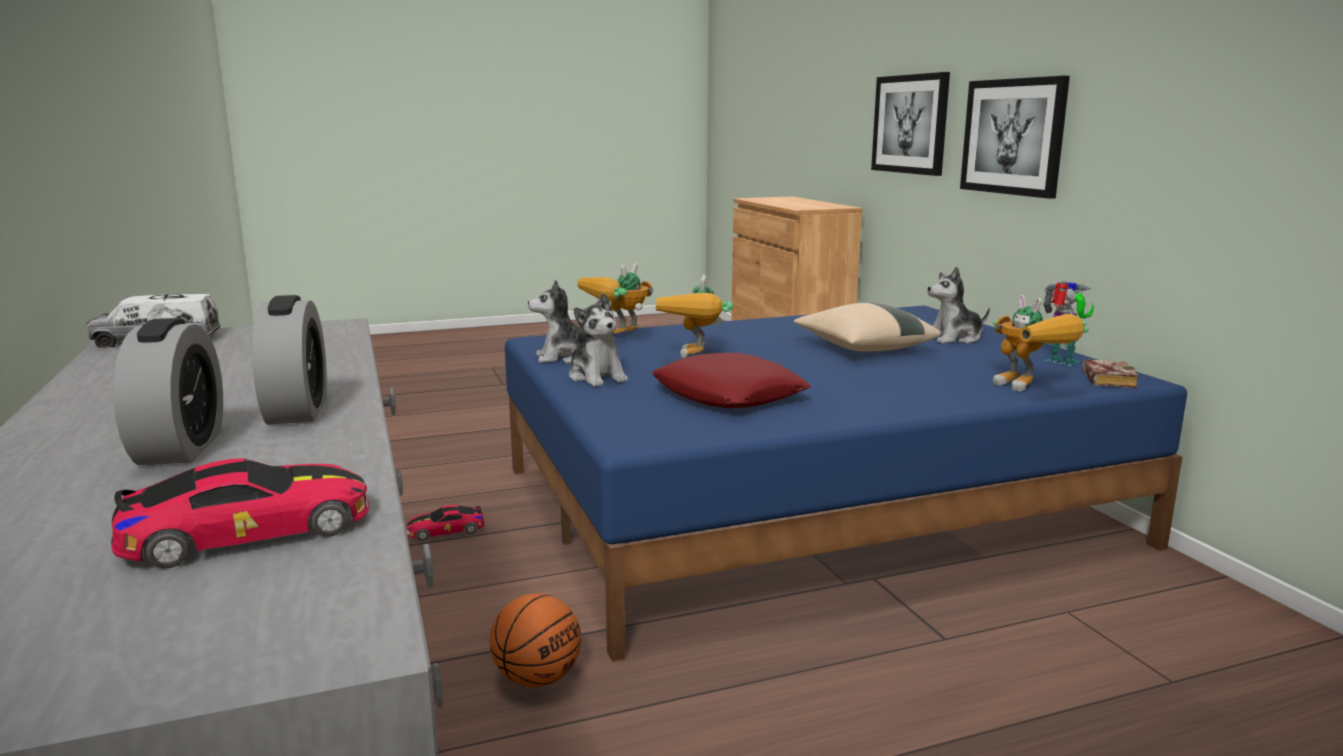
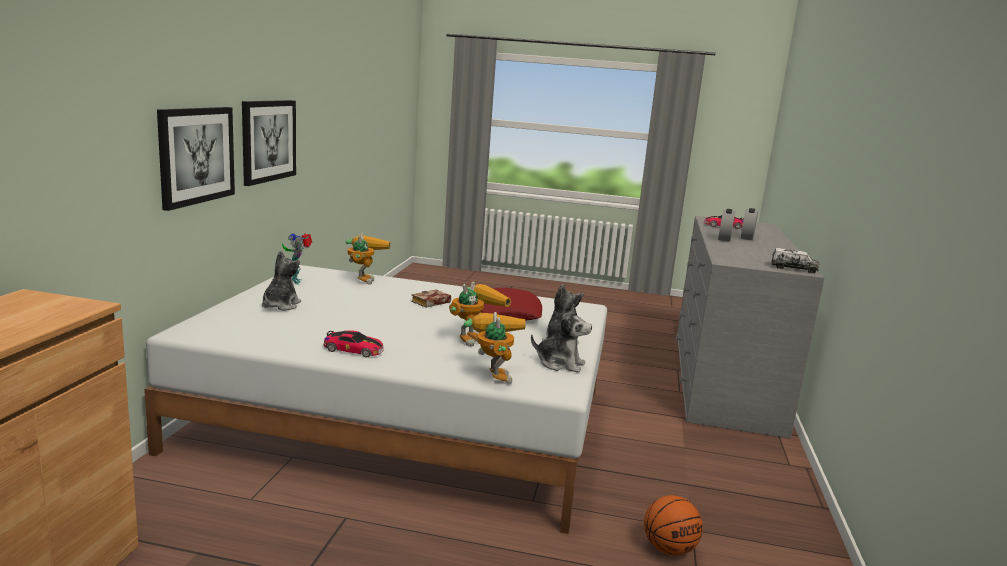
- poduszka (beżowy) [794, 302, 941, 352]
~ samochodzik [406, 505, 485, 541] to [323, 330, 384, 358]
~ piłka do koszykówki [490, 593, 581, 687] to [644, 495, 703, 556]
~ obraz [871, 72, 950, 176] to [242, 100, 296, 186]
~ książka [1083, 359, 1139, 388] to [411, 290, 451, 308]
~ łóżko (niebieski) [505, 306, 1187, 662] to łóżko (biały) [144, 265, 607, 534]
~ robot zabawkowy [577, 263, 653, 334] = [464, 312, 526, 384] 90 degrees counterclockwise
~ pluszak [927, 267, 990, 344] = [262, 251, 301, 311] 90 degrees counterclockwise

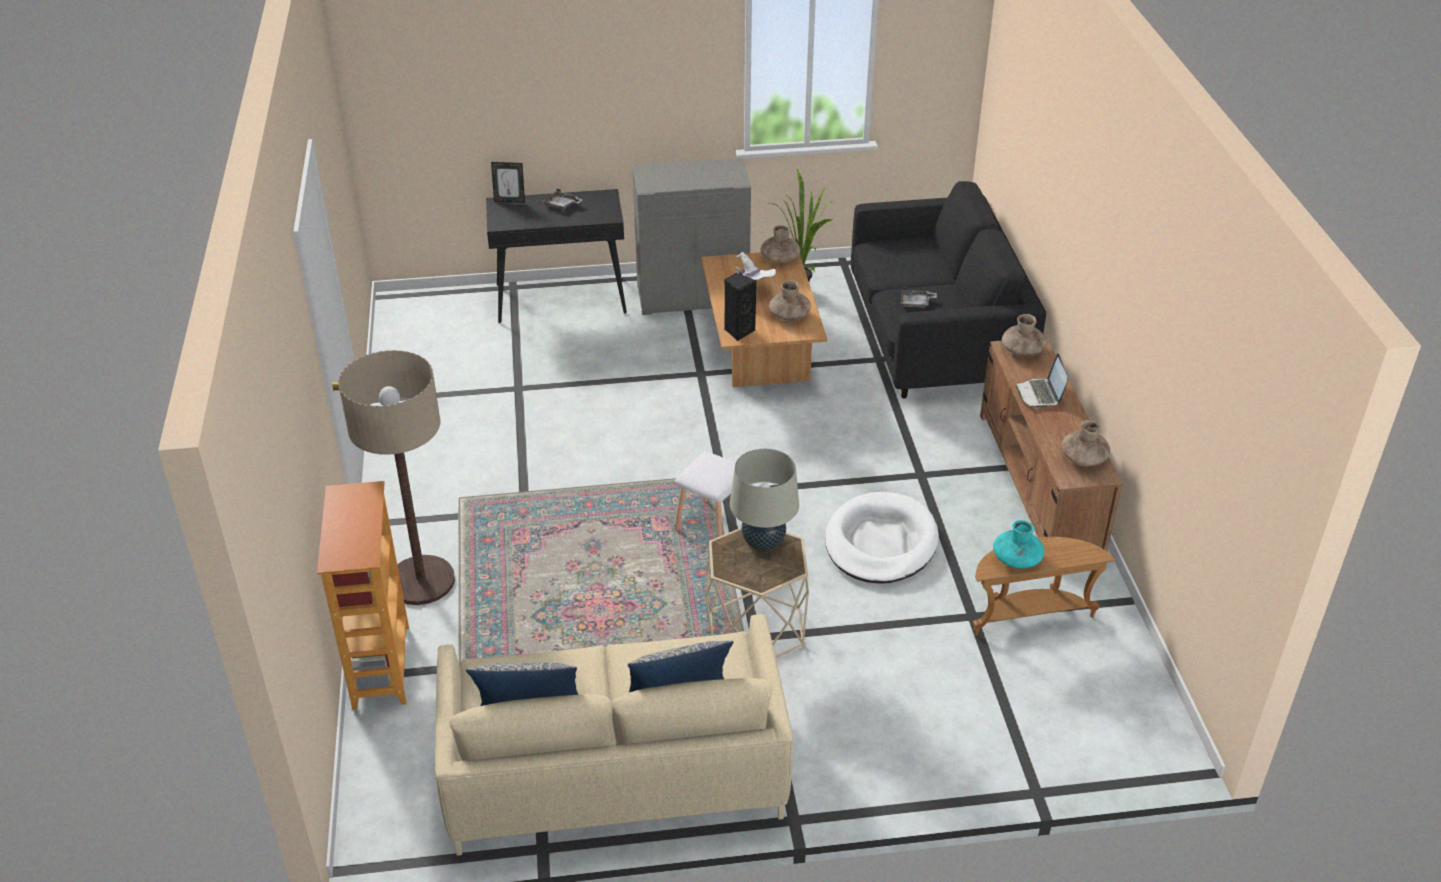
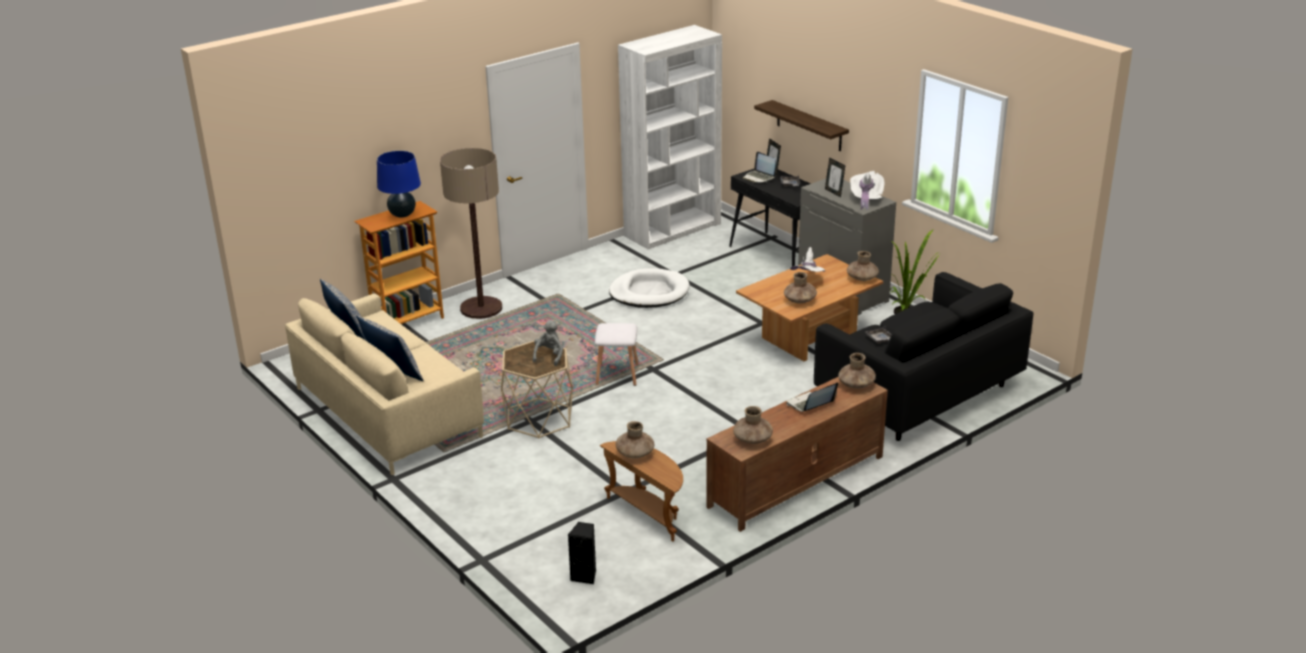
+ lampa stołowa (niebieski) [377, 150, 421, 218]
+ regał (biały) [618, 25, 722, 249]
+ laptop [742, 151, 776, 183]
+ półka [754, 100, 849, 151]
+ ramka na zdjęcie [825, 158, 846, 197]
+ kapelusz (biały) [850, 171, 884, 210]
~ głośnik (czarny) [724, 273, 757, 341] to [568, 522, 596, 584]
~ legowisko (biały) [825, 492, 939, 584] to [609, 268, 690, 308]
~ lampa stołowa (beżowy) [730, 449, 799, 551] to pluszak (szary) [532, 320, 563, 366]
~ wazon (turkusowy) [993, 520, 1044, 568] to wazon (brązowy) [616, 421, 654, 459]

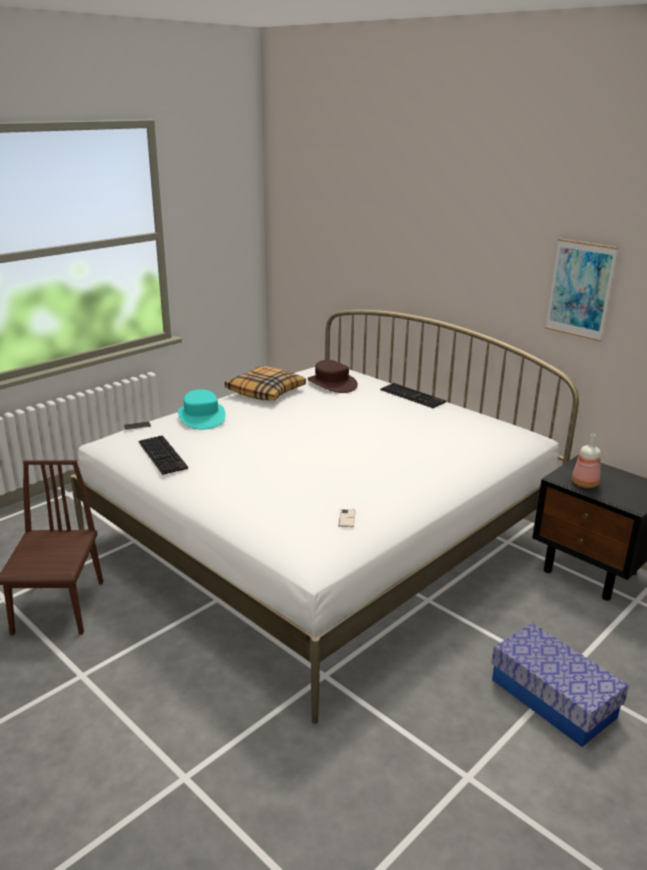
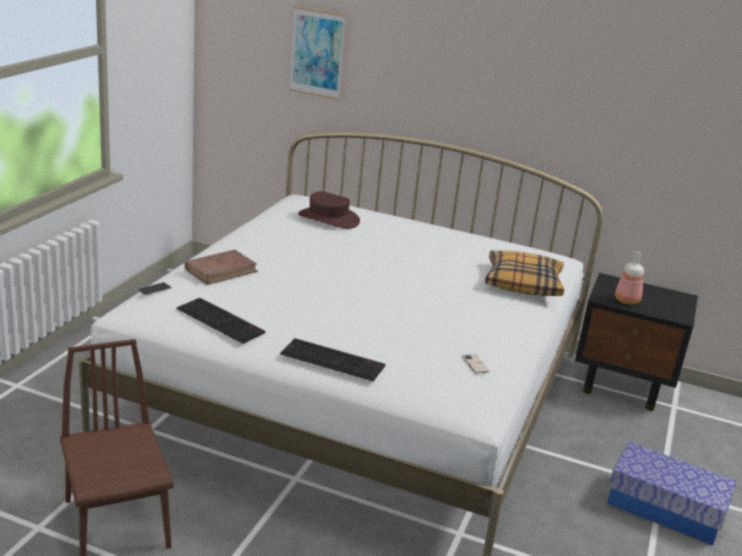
~ poduszka [225, 366, 306, 401] to [485, 250, 564, 296]
~ klawiatura [380, 383, 446, 408] to [280, 338, 385, 381]
~ obraz [545, 238, 618, 341] to [290, 6, 346, 100]
~ kapelusz (turkusowy) [178, 389, 226, 430] to książka (brązowy) [184, 250, 258, 285]

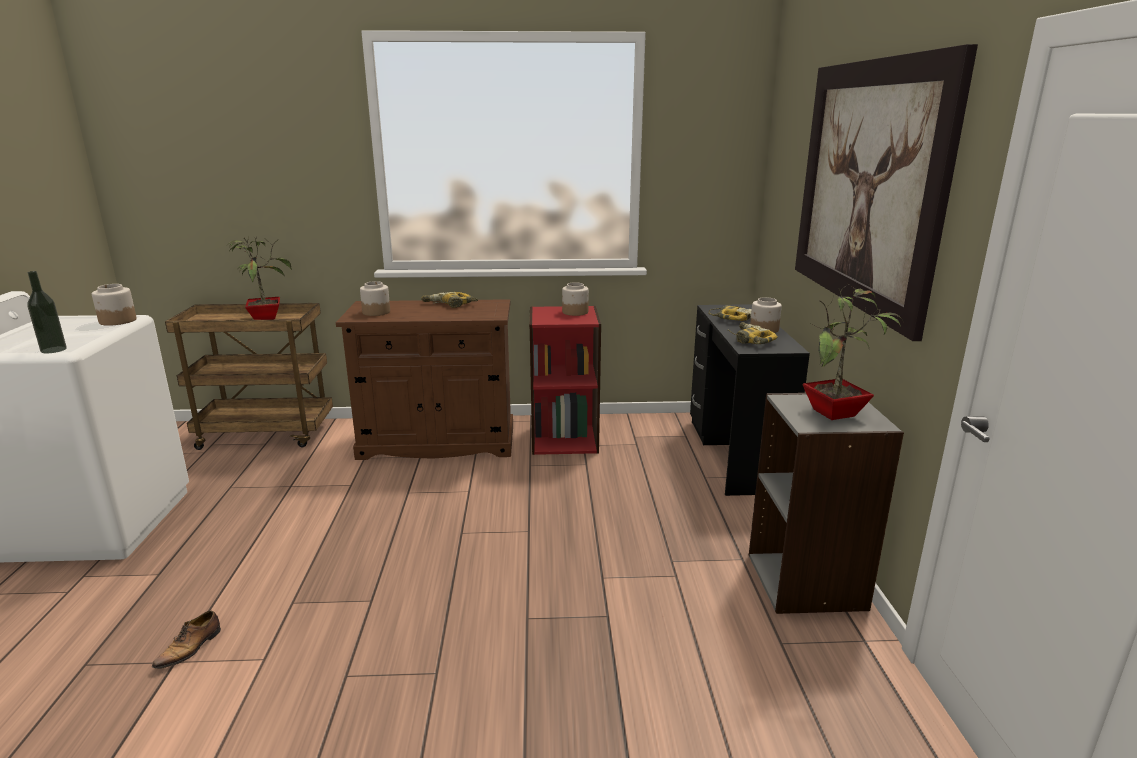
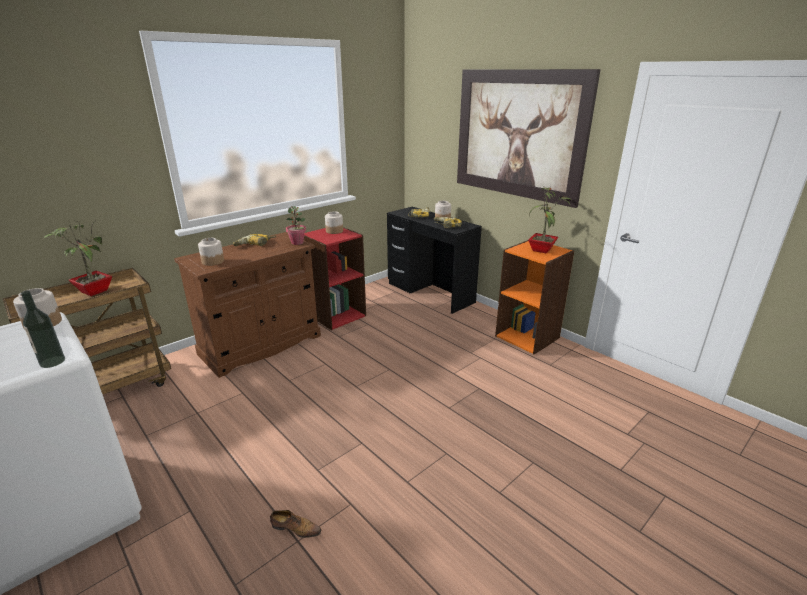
+ roślina doniczkowa [286, 206, 306, 245]
~ regał (szary) [749, 393, 904, 614] to regał (pomarańczowy) [495, 240, 574, 355]
~ but [152, 611, 221, 669] = [270, 510, 321, 538] 60 degrees counterclockwise

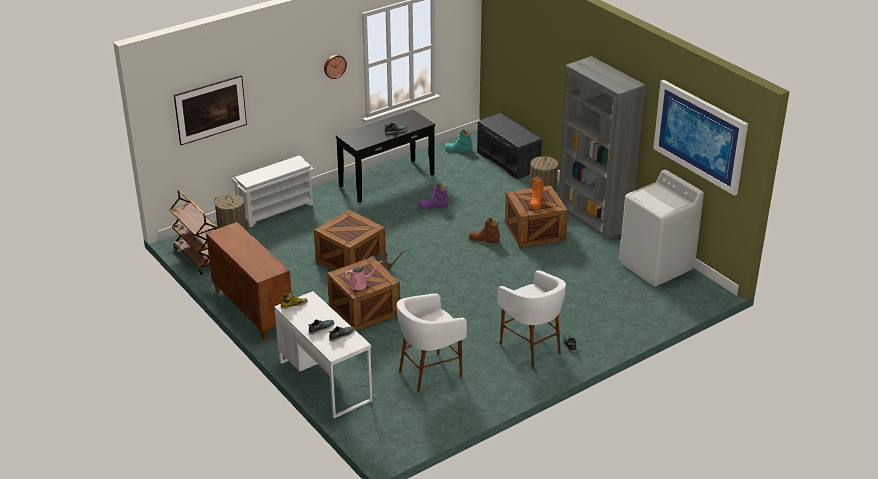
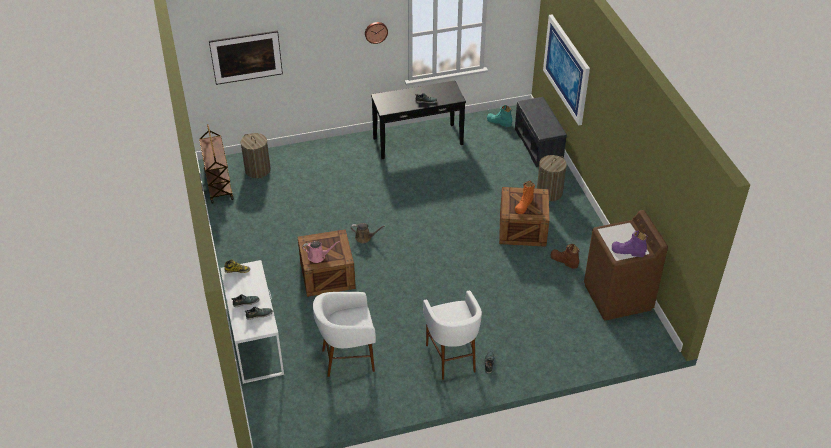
- szafka (brązowy) [206, 222, 292, 340]
- regał na buty (biały) [232, 155, 314, 227]
- skrzynka [314, 210, 386, 270]
- regał (szary) [558, 56, 645, 240]
~ but z cholewką (fioletowy) [419, 184, 449, 209] to [612, 231, 648, 257]
~ but z cholewką (brązowy) [469, 218, 500, 244] to [551, 244, 580, 269]
~ obraz [653, 80, 748, 196] to [543, 15, 590, 125]
~ pralka (biały) [619, 170, 704, 287] to pralka (brązowy) [584, 210, 668, 321]

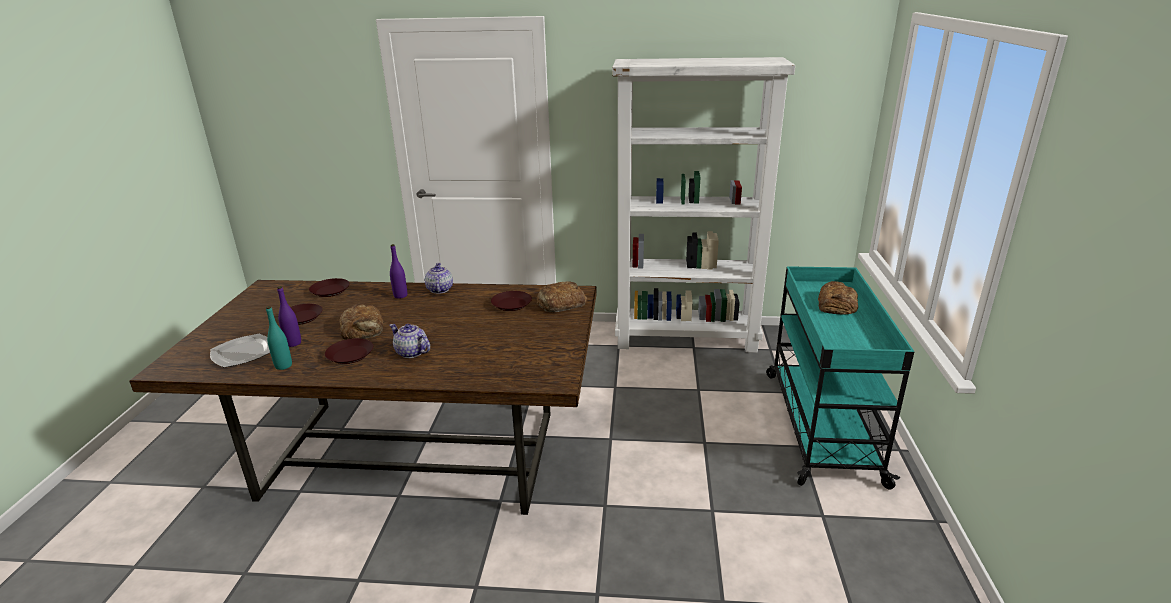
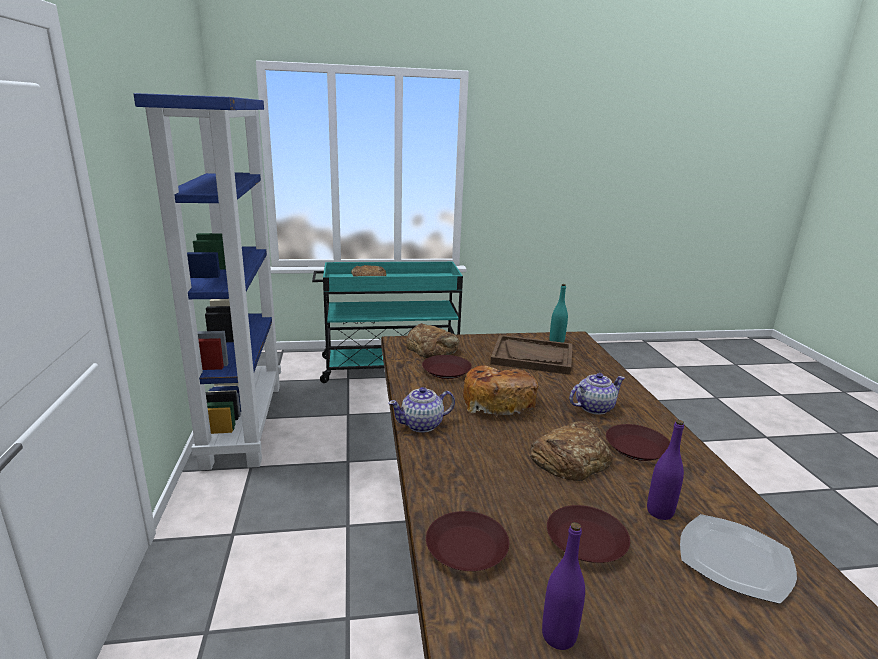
+ chleb [463, 365, 538, 415]
+ taca (brązowy) [490, 335, 573, 375]
~ butelka (turkusowy) [266, 306, 292, 370] to [550, 284, 568, 343]
~ butelka (fioletowy) [390, 244, 407, 299] to [542, 522, 585, 650]
~ regał (biały) [612, 57, 795, 353] to regał (niebieski) [134, 93, 281, 470]
~ imbryk [389, 324, 430, 358] = [569, 373, 625, 415] 135 degrees counterclockwise

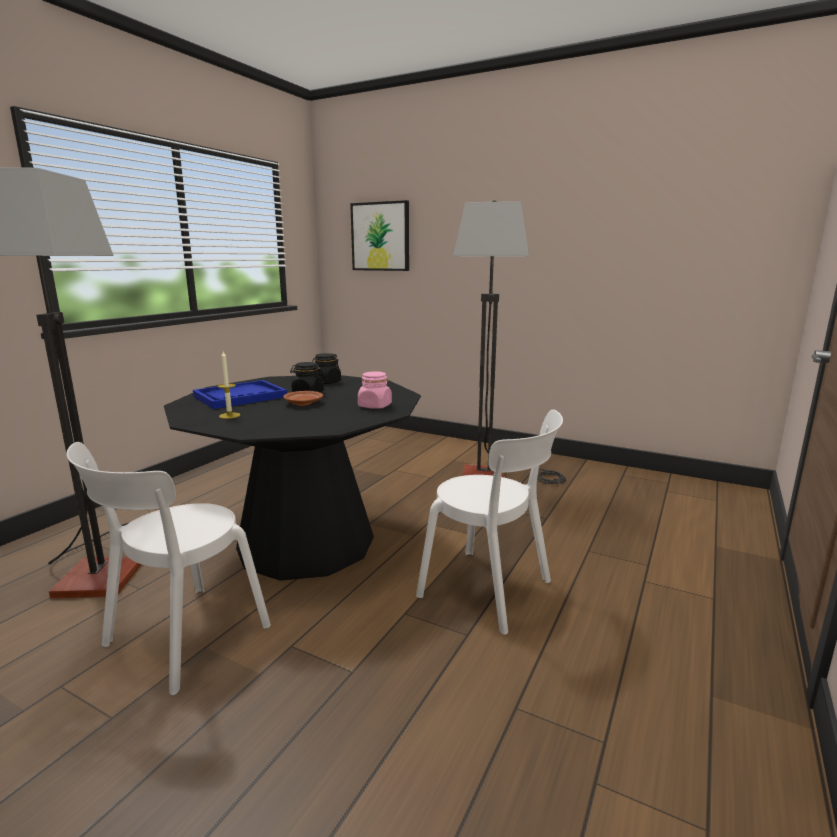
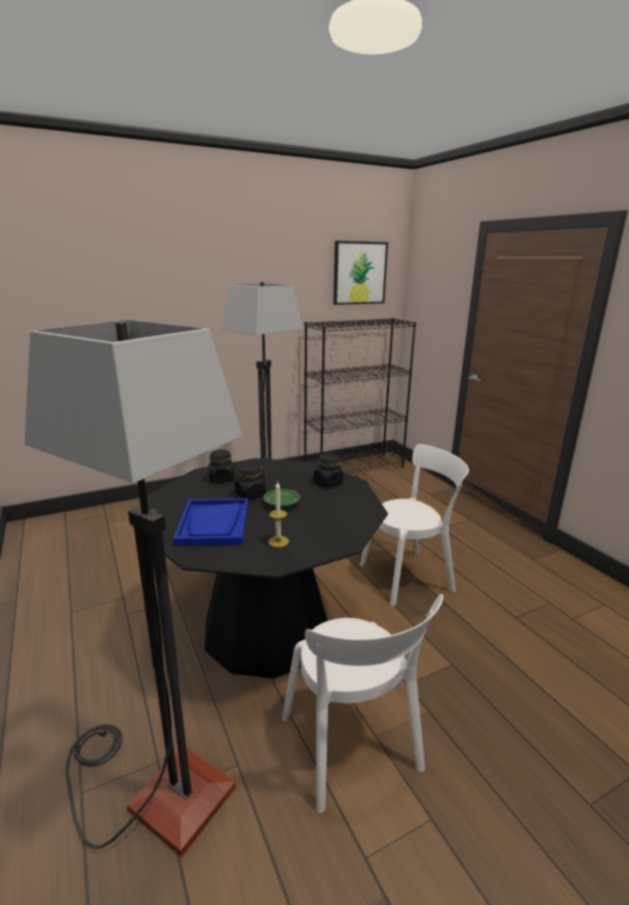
+ regał (czarny) [304, 318, 416, 474]
~ obraz [350, 200, 409, 271] to [333, 241, 388, 305]
~ talerz (brązowy) [283, 391, 323, 406] to talerz (zielony) [263, 489, 300, 508]
~ słoik (różowy) [358, 371, 392, 409] to słoik (czarny) [314, 453, 343, 488]

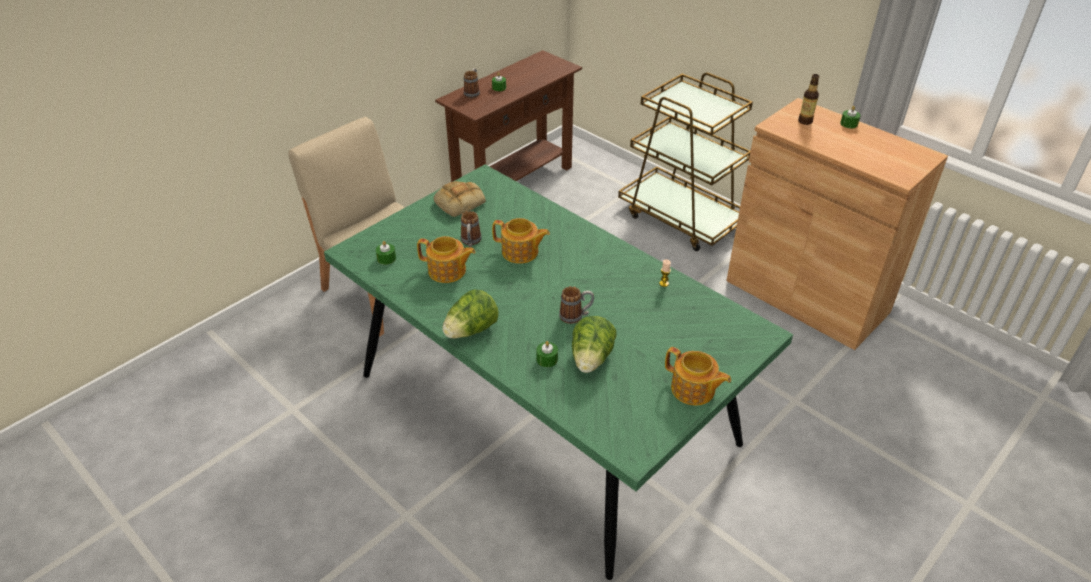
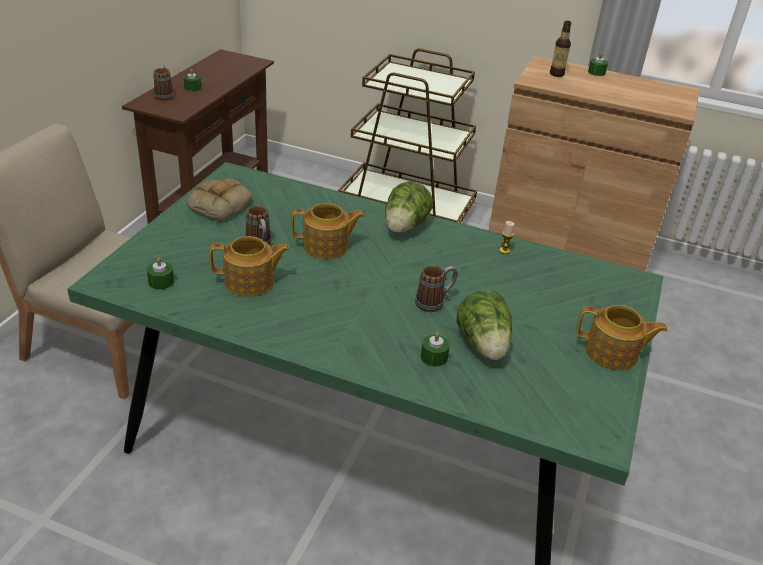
~ sałata [442, 290, 499, 339] to [385, 181, 433, 233]

